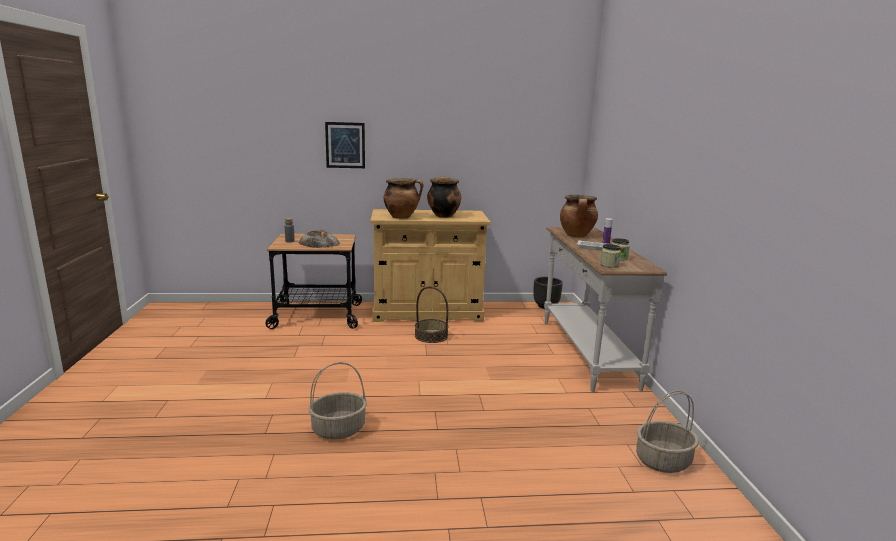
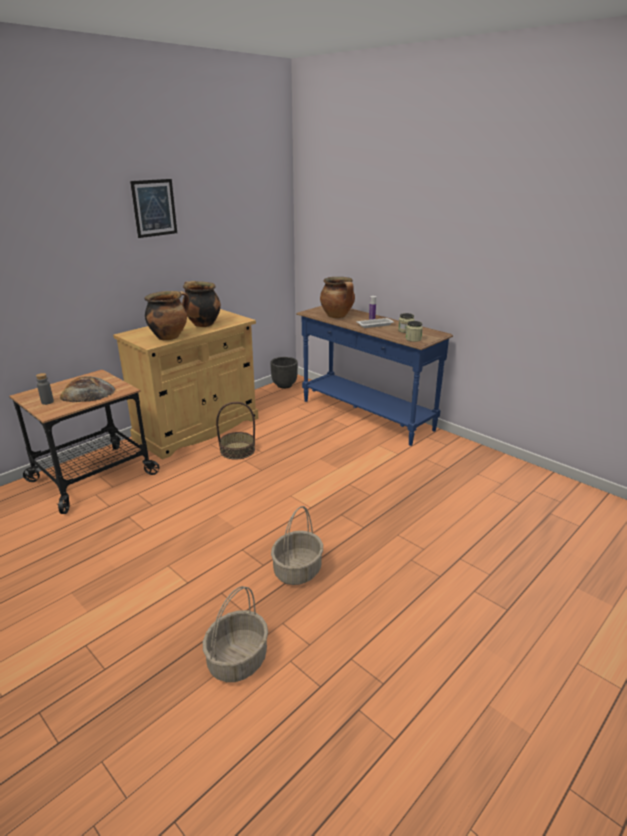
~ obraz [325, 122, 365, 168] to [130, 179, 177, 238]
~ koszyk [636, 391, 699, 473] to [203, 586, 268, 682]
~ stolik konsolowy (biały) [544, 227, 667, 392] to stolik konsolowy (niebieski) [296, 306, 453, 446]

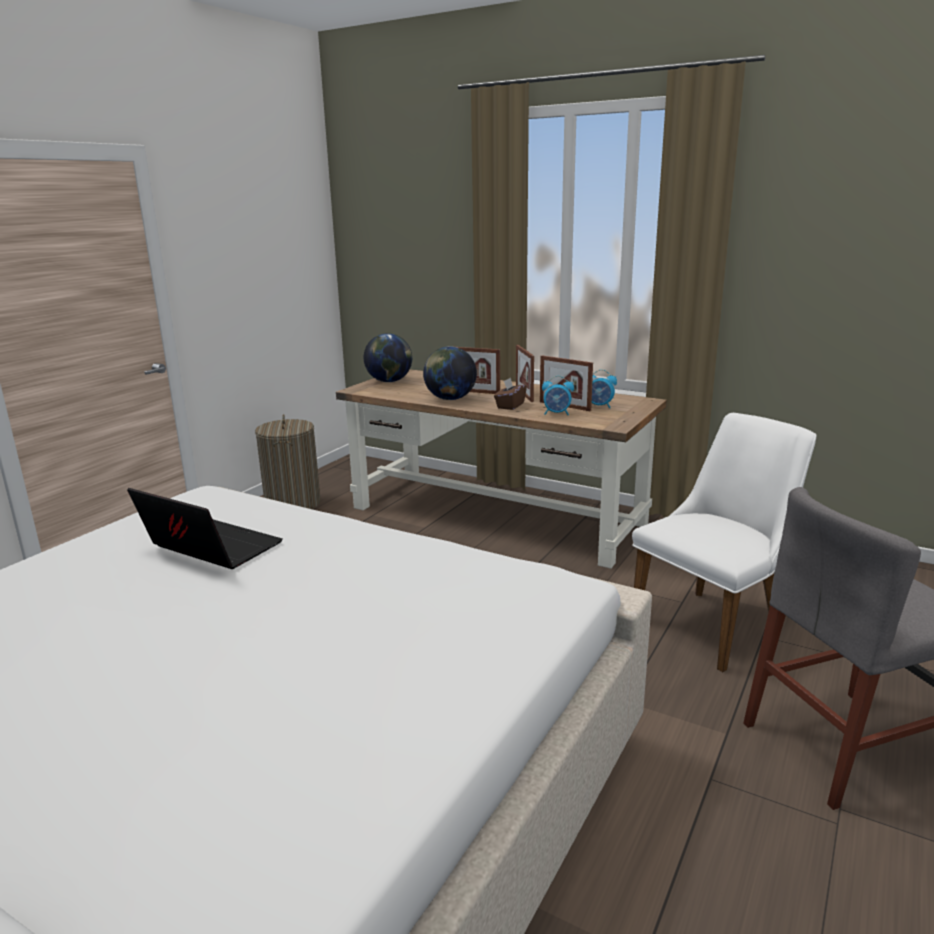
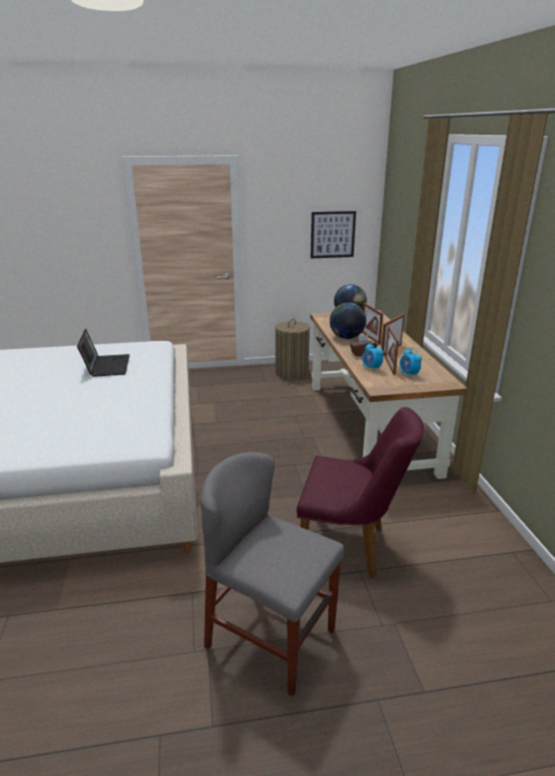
+ obraz [310, 211, 356, 258]
~ krzesło (biały) [632, 413, 817, 672] to krzesło (fioletowy) [297, 407, 424, 578]

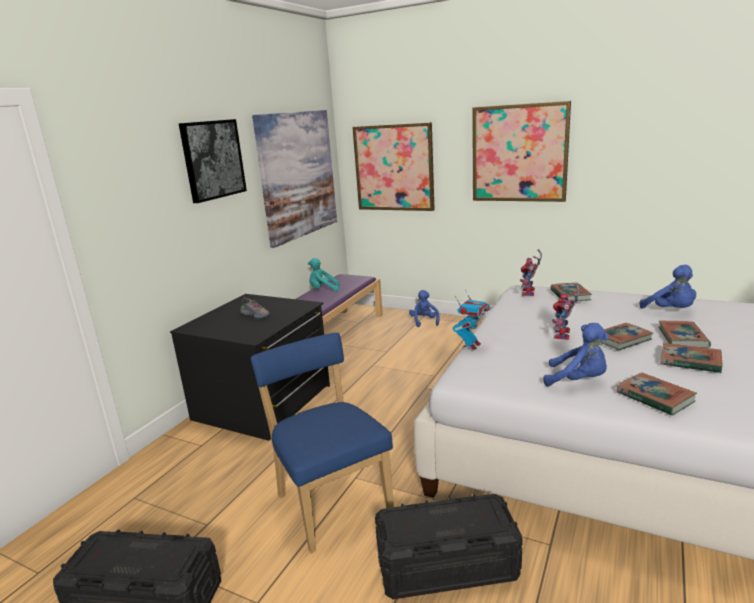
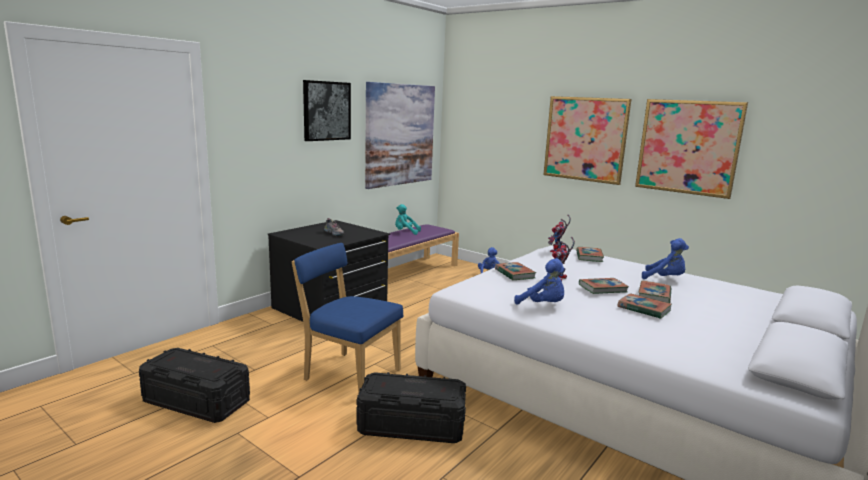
- robot zabawkowy [453, 289, 490, 350]
~ obraz [352, 122, 435, 211] to [635, 99, 748, 199]
~ książka [617, 373, 697, 416] to [495, 262, 536, 280]
~ krzesło (niebieski) [251, 333, 394, 553] = [292, 243, 403, 392] 45 degrees counterclockwise
~ pluszak (niebieski) [640, 265, 696, 309] = [642, 238, 689, 279] 45 degrees counterclockwise

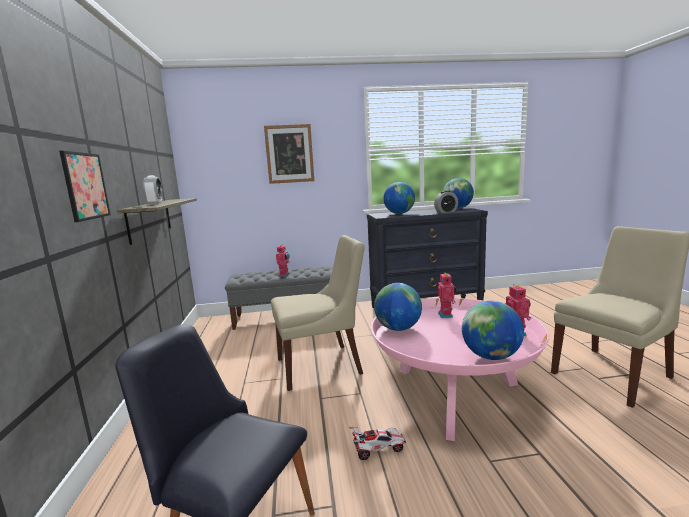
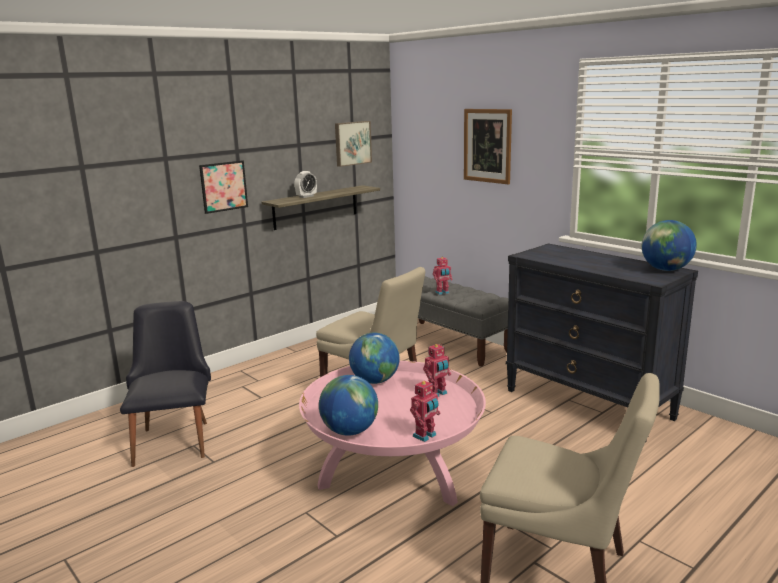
- samochodzik [349, 427, 406, 460]
- globus [383, 182, 415, 214]
- budzik [434, 191, 458, 213]
+ obraz [335, 121, 372, 167]

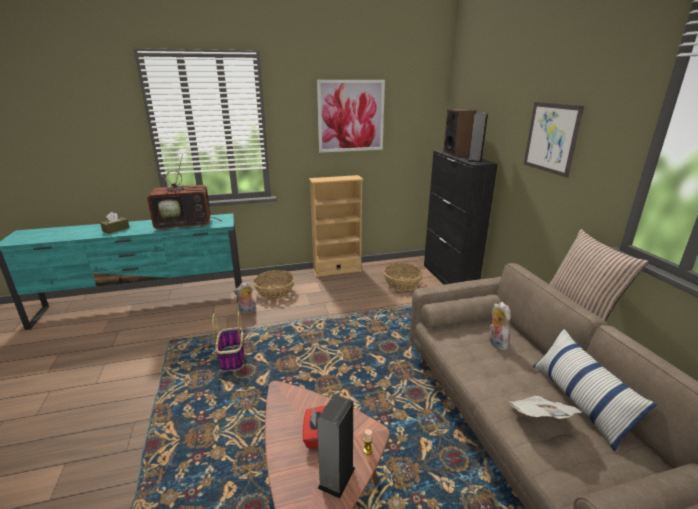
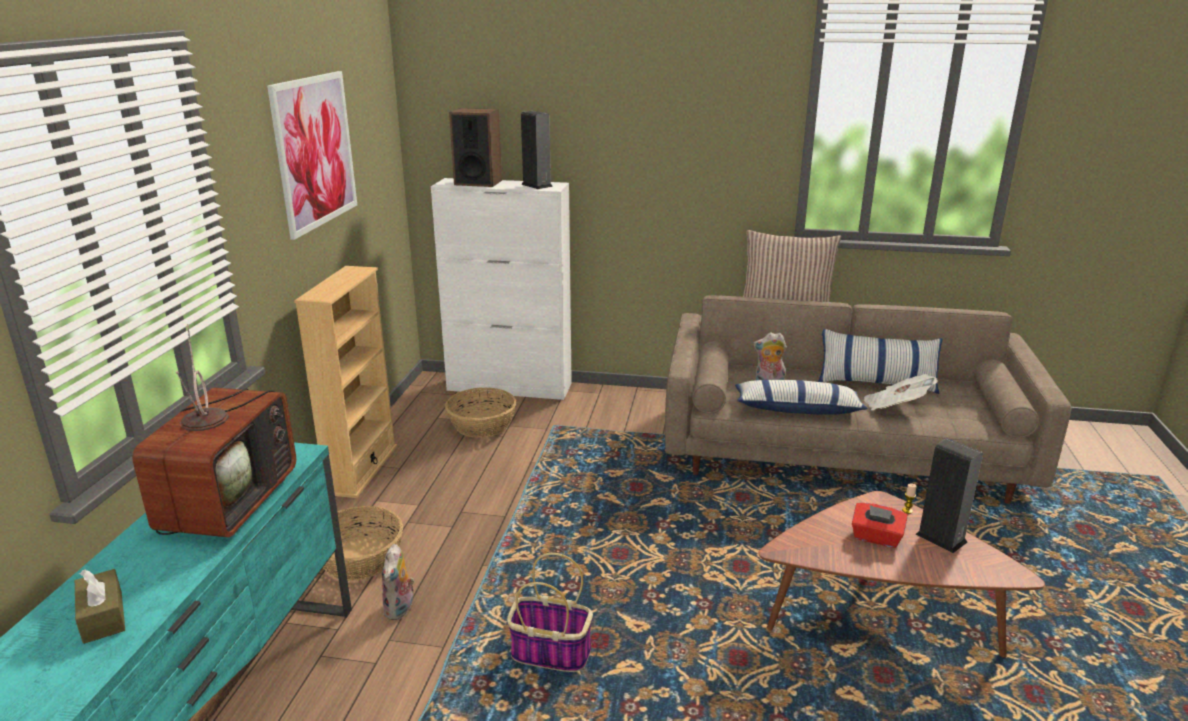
- obraz [524, 102, 584, 178]
+ poduszka [735, 380, 868, 415]
~ szafka (czarny) [424, 150, 498, 285] to szafka (biały) [431, 178, 572, 400]

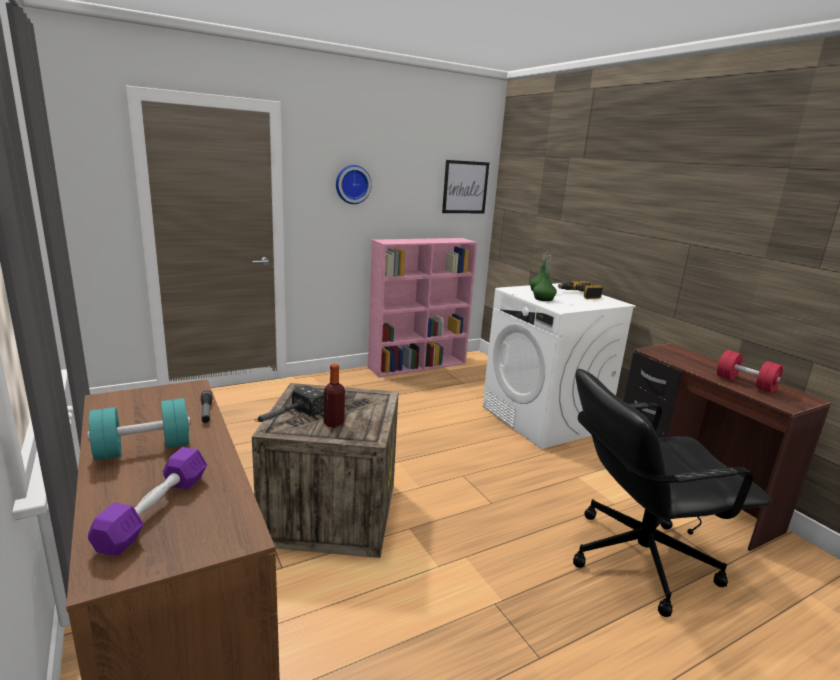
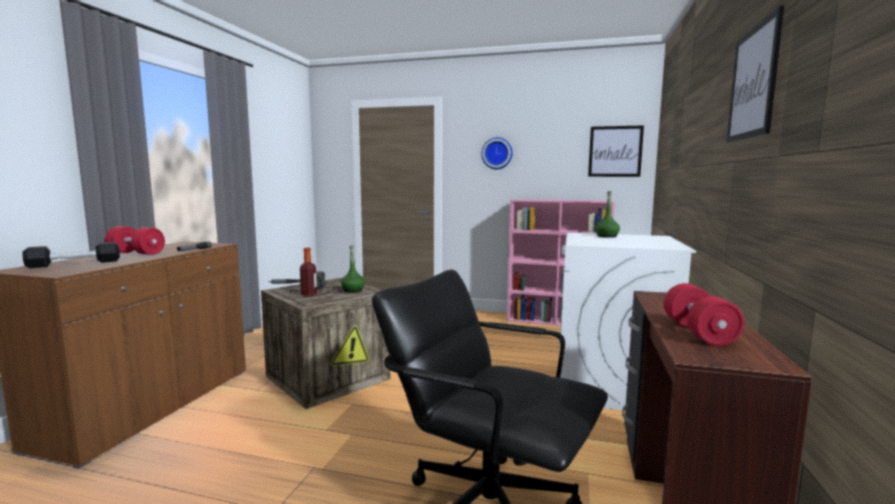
- wiertarka [558, 281, 603, 299]
+ obraz [726, 5, 784, 143]
~ butelka (zielony) [533, 255, 557, 301] to [341, 245, 365, 292]
~ hantel (turkusowy) [87, 398, 191, 460] to hantel (czerwony) [105, 226, 165, 255]
~ hantel (fioletowy) [88, 447, 207, 556] to hantel (czarny) [22, 242, 120, 268]

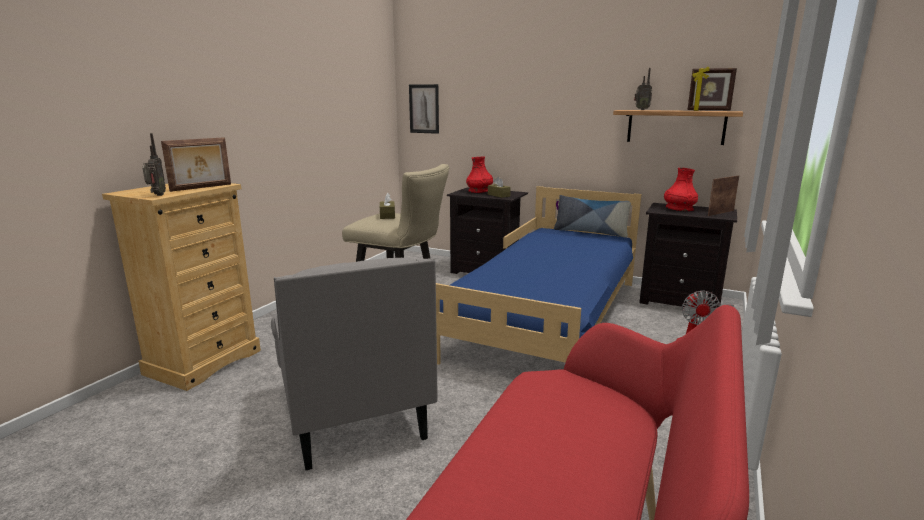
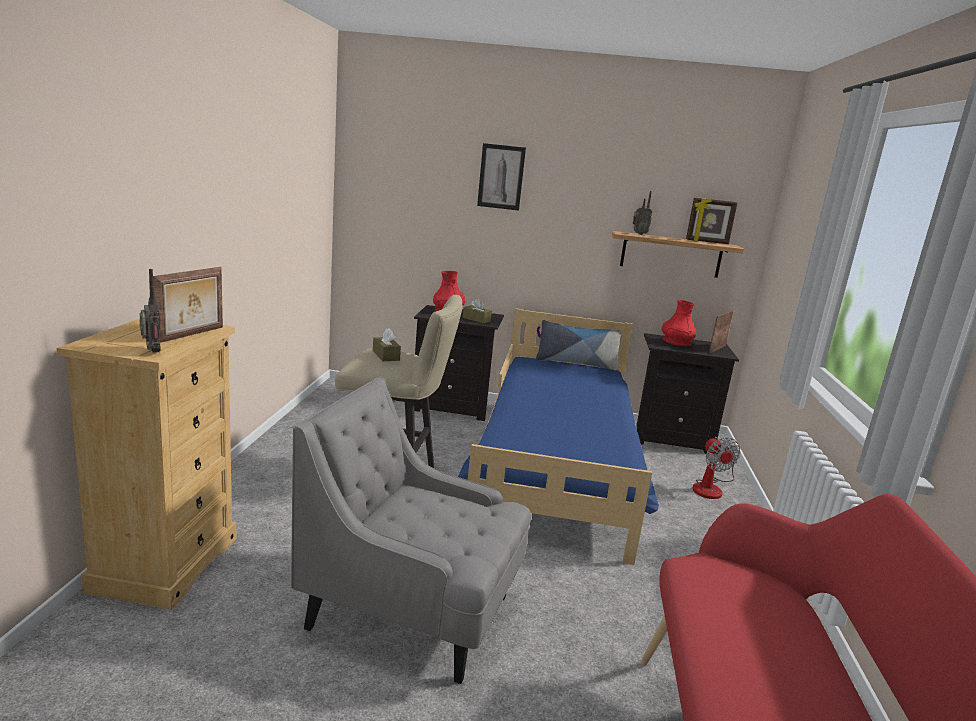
~ obraz [409, 84, 439, 134] to [477, 143, 526, 211]
~ fotel (szary) [271, 257, 438, 470] = [291, 377, 531, 684] 150 degrees clockwise

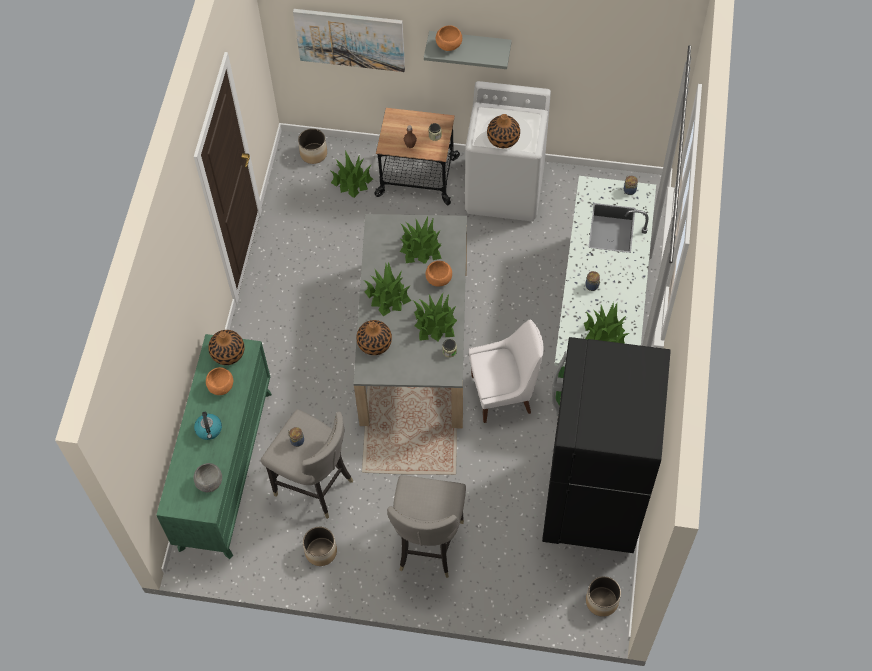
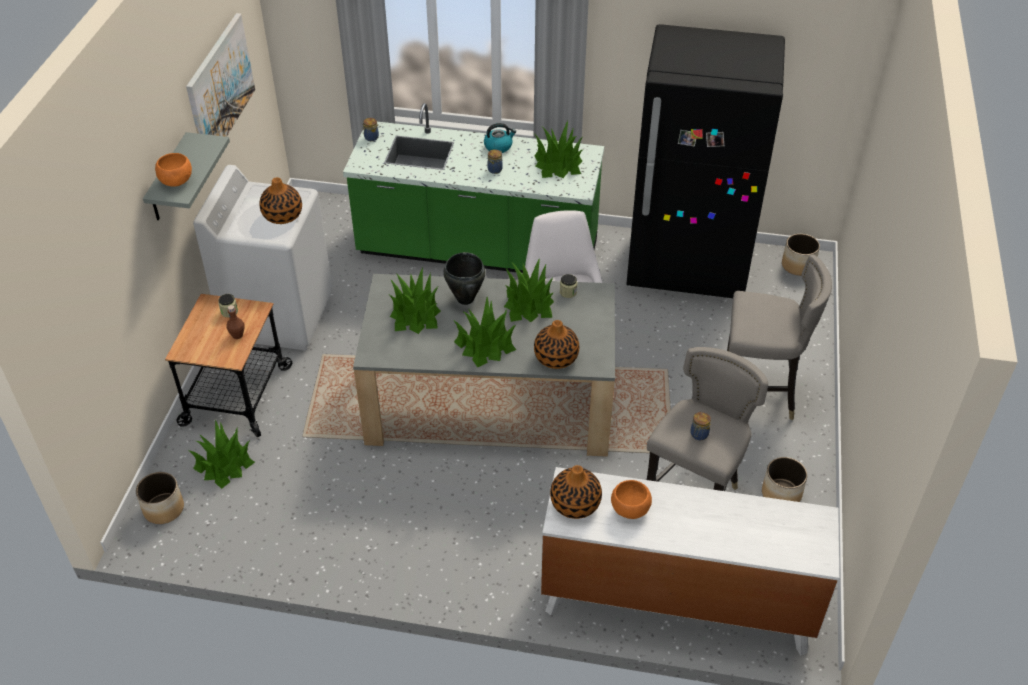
- miska (szary) [194, 463, 222, 492]
~ czajnik [194, 411, 222, 440] to [484, 123, 516, 153]
~ obraz [293, 9, 405, 72] to [186, 13, 255, 137]
~ miska (pomarańczowy) [426, 261, 452, 286] to garnek (czarny) [443, 252, 486, 305]
~ komoda (zielony) [156, 334, 272, 559] to komoda (biały) [540, 467, 839, 655]

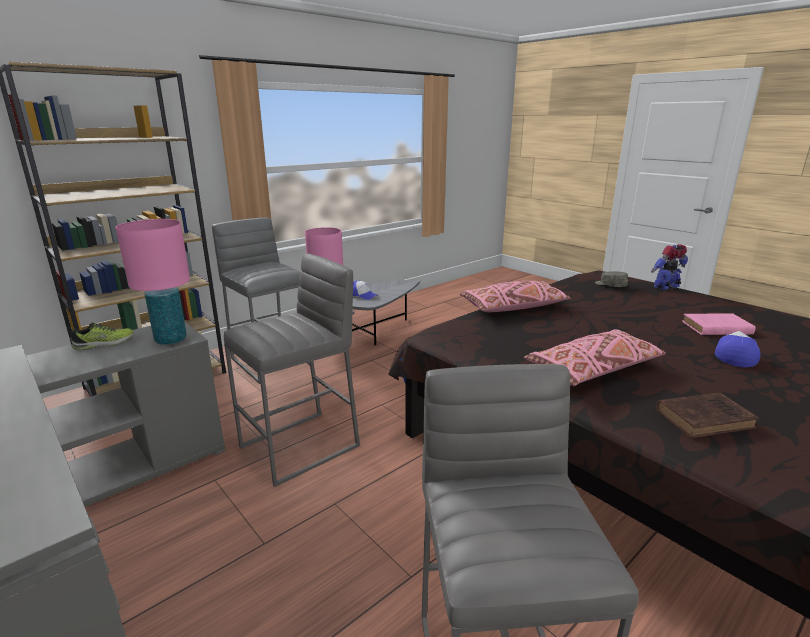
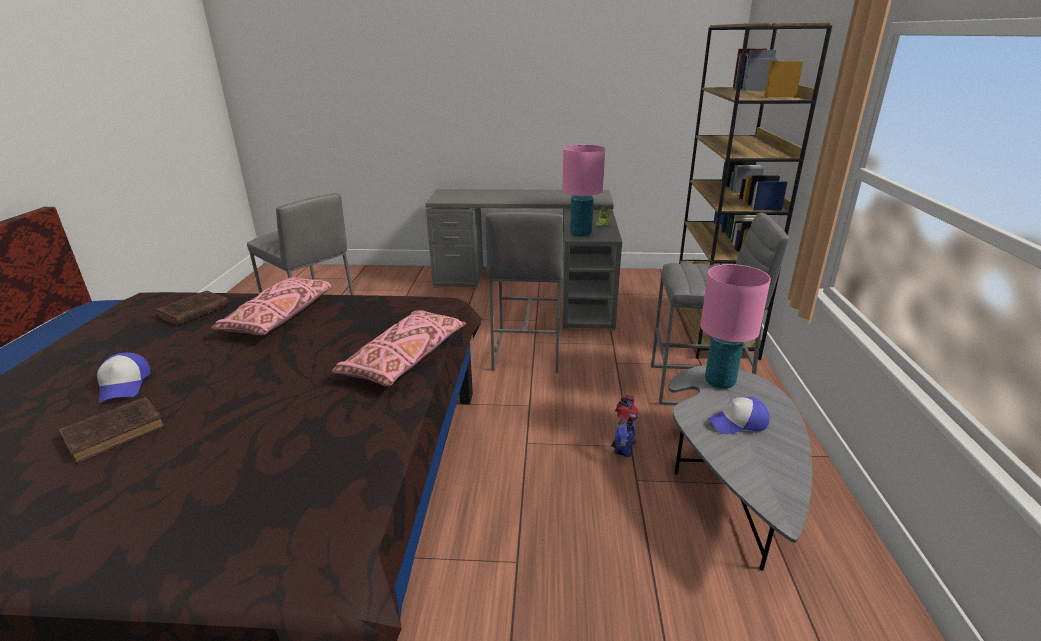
- czapka z daszkiem (szary) [595, 272, 628, 287]
~ robot zabawkowy [651, 244, 688, 290] to [611, 395, 639, 457]
~ książka (różowy) [682, 313, 755, 335] to książka (brązowy) [58, 397, 165, 464]

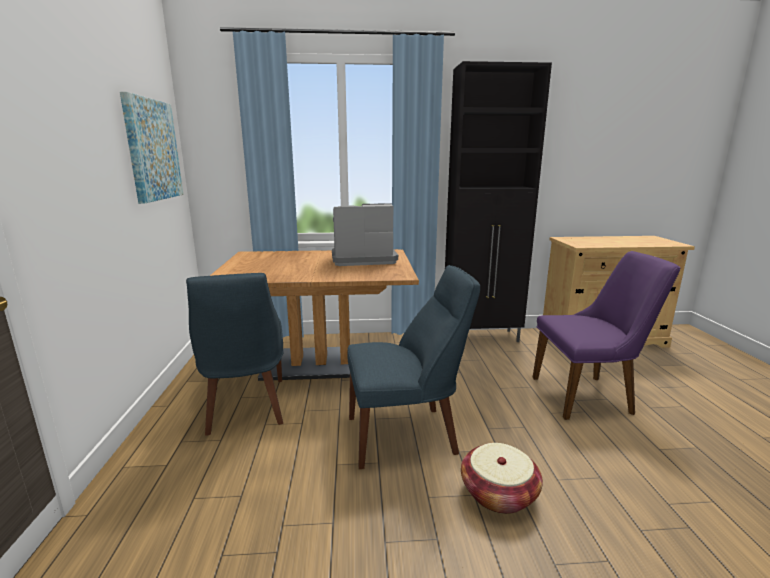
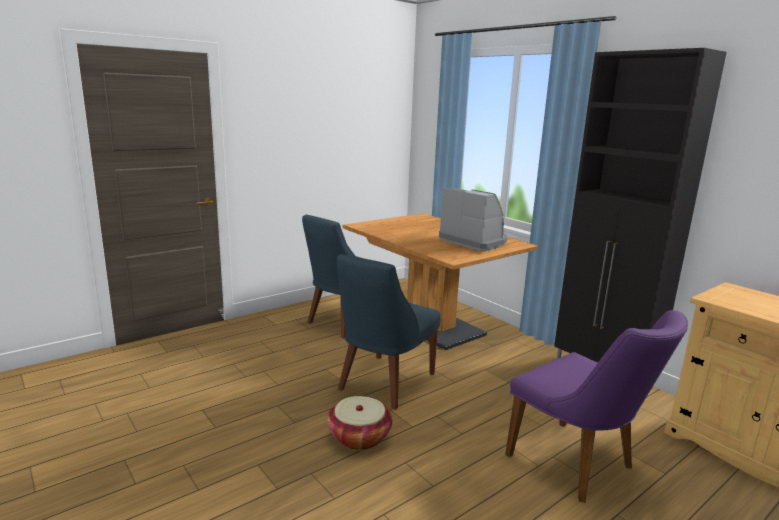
- obraz [120, 92, 183, 204]
~ krzesło (niebieski) [348, 265, 480, 469] = [337, 254, 440, 410] 75 degrees clockwise

